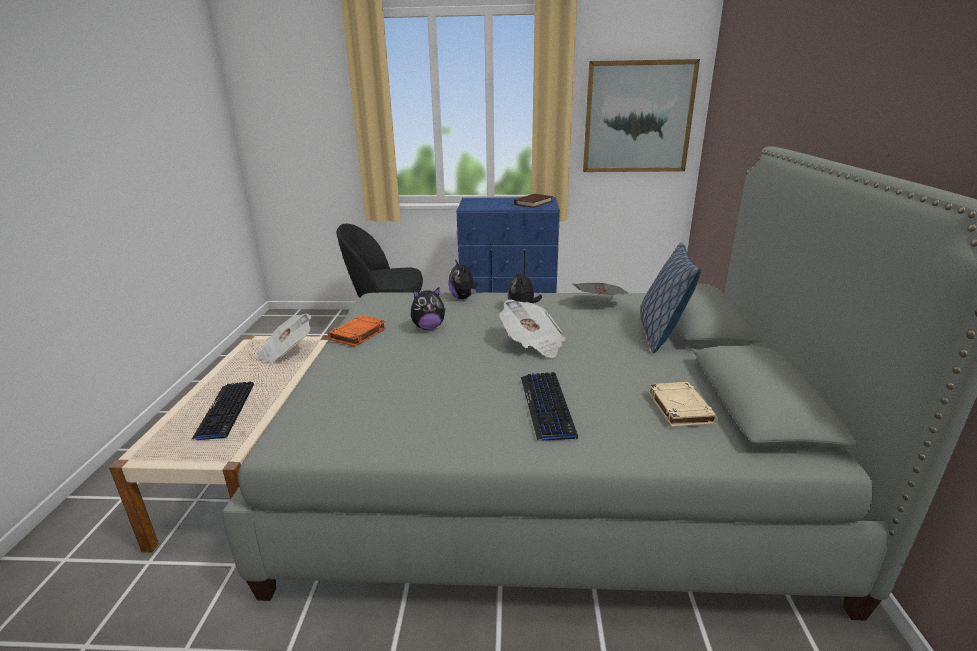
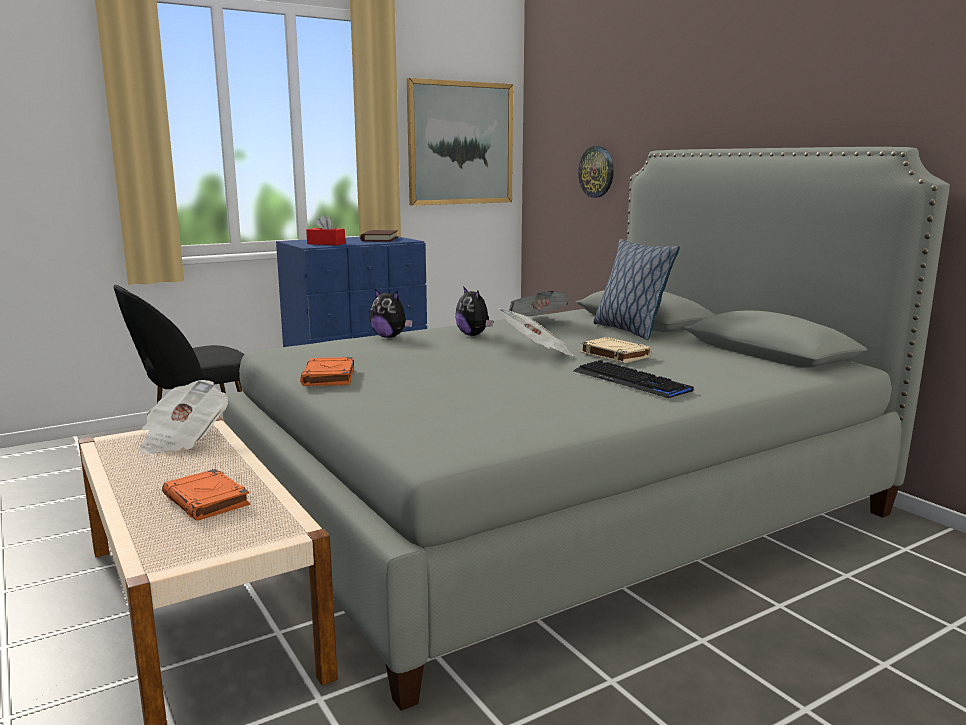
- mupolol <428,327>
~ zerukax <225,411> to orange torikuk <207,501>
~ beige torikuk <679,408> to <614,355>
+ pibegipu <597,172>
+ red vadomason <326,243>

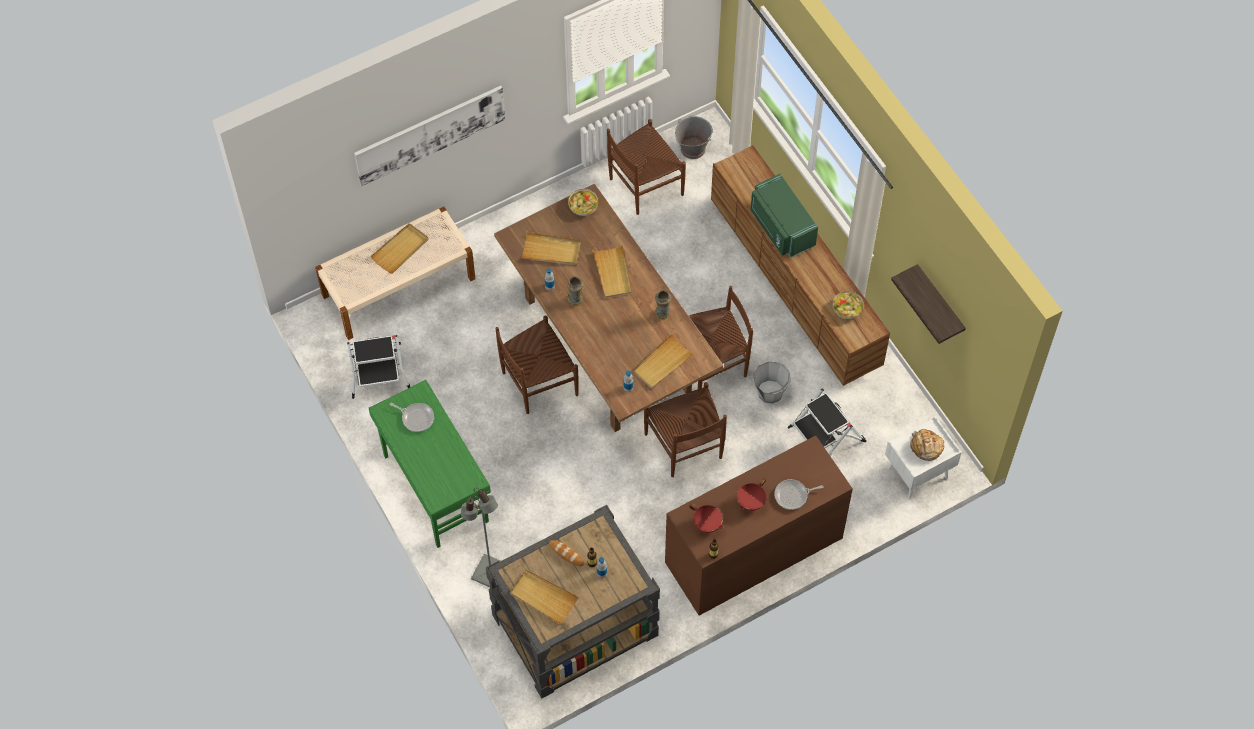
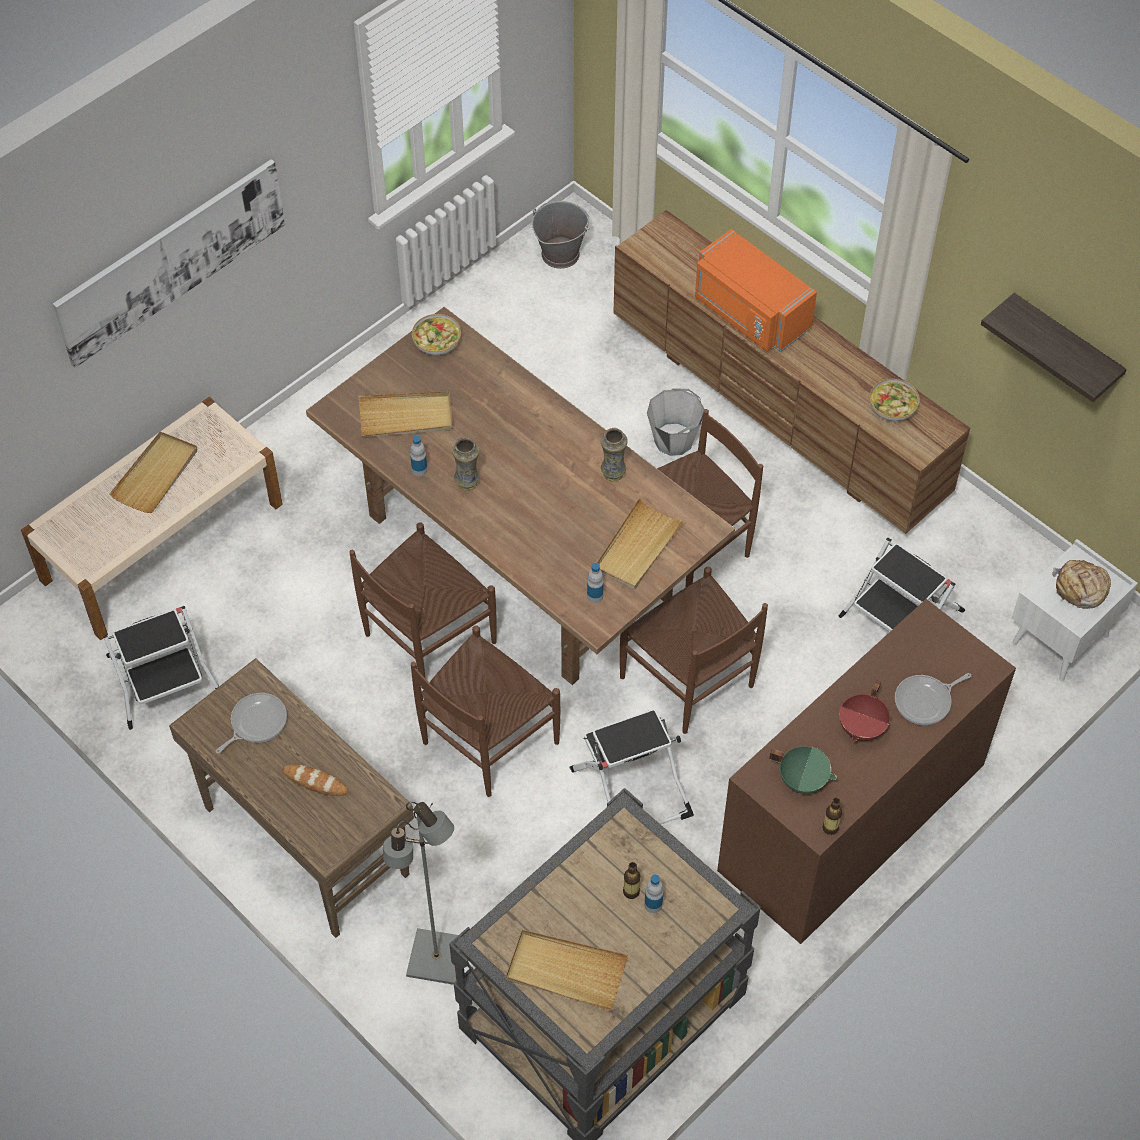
~ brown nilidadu <644,185> to <486,741>
~ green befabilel <780,227> to orange befabilel <749,314>
- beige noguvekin <613,273>
~ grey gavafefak <770,392> to <674,440>
~ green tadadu <435,488> to brown tadadu <305,841>
~ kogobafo <416,417> = <256,723> 60 degrees counterclockwise
~ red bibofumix <707,524> to green bibofumix <802,779>
~ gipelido <566,554> to <315,782>
+ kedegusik <632,787>

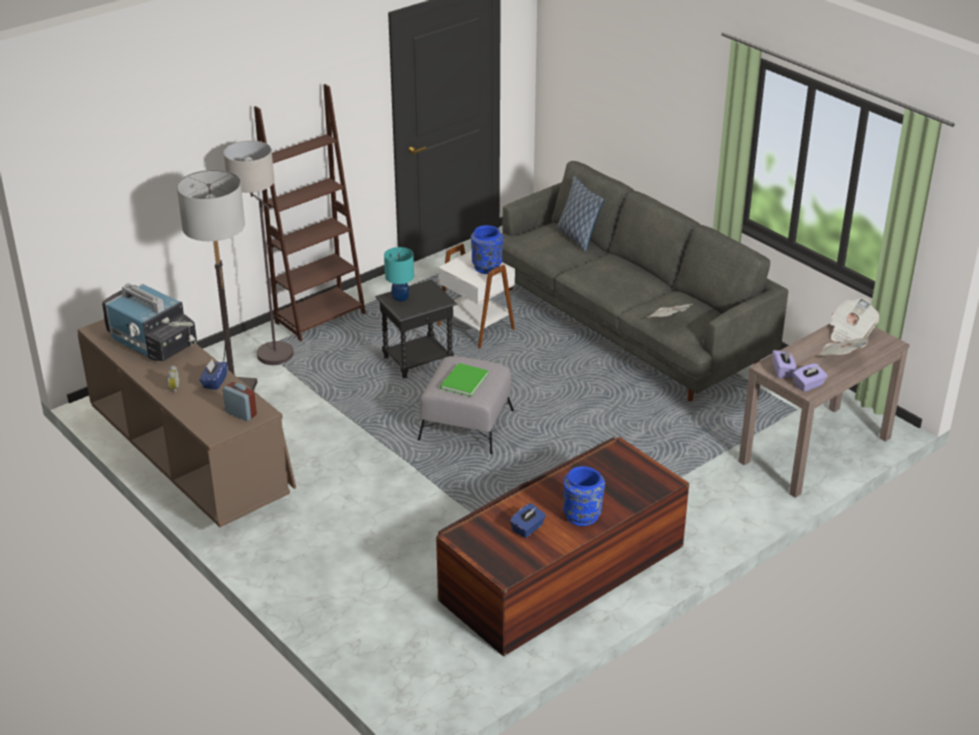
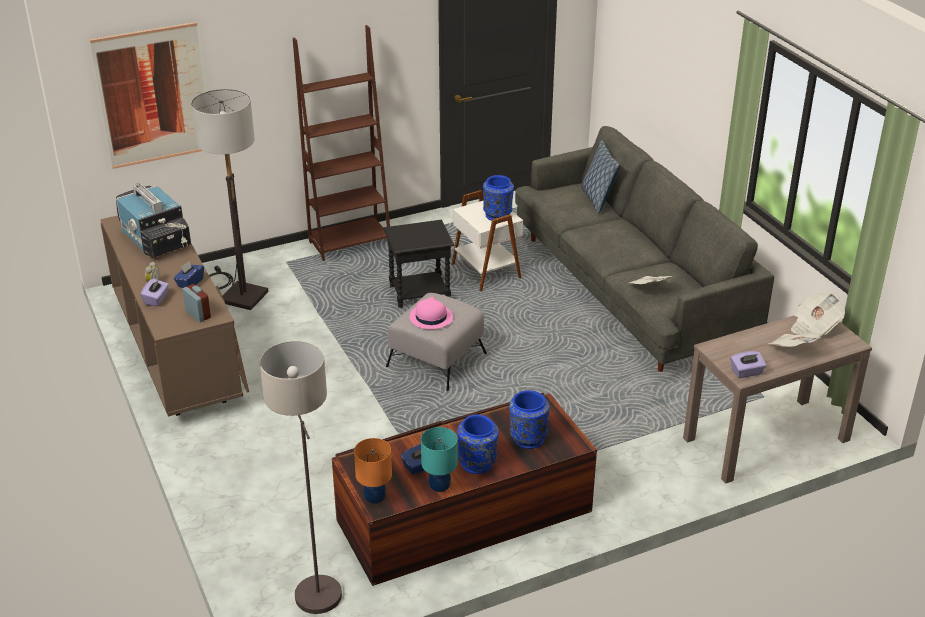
~ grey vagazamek <270,350> to <314,586>
~ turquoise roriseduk <401,298> to <440,486>
~ purple vadomason <783,371> to <156,299>
~ green torikuk <462,381> to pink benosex <430,317>
+ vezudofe <153,95>
+ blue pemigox <527,438>
+ orange roriseduk <375,498>

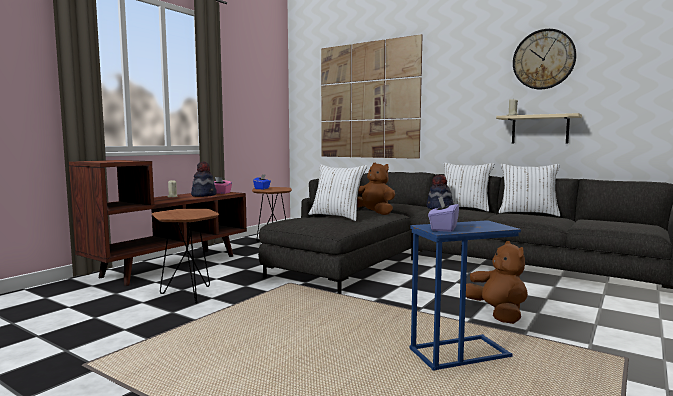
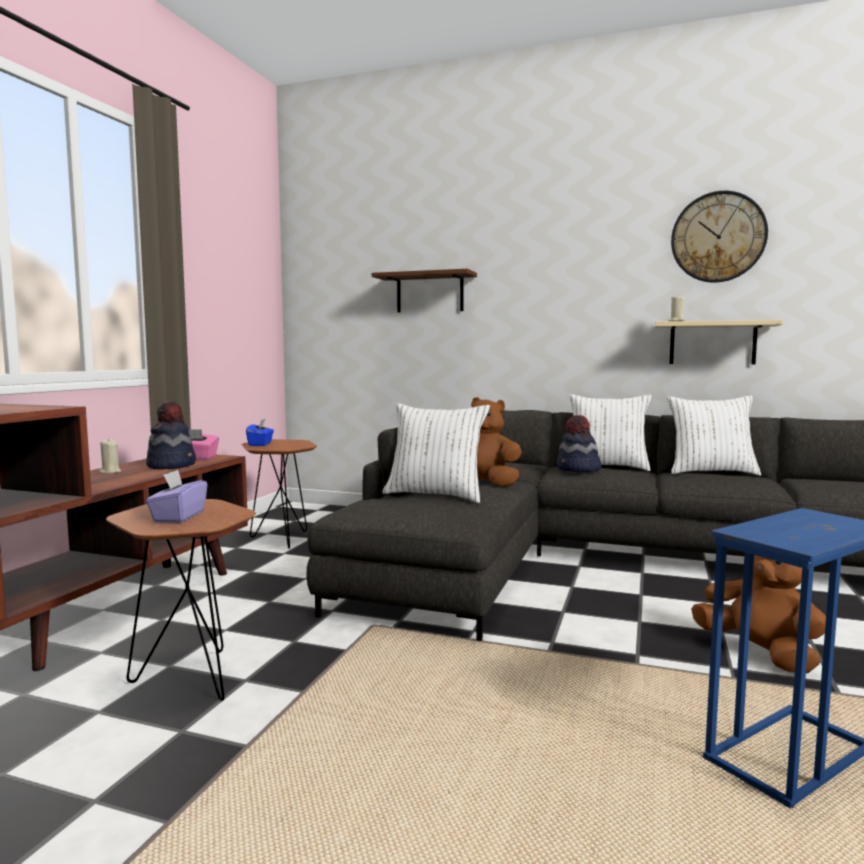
~ vezudofe <368,100> to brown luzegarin <430,293>
~ purple vadomason <443,228> to <178,517>

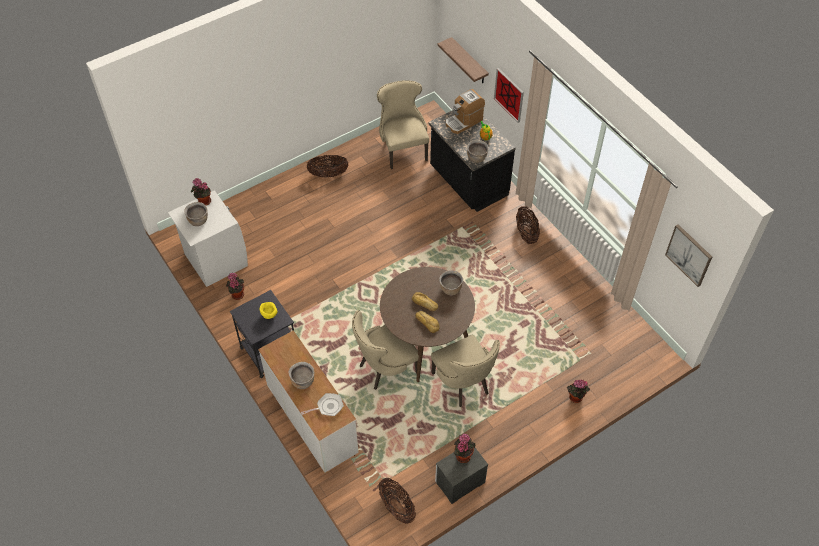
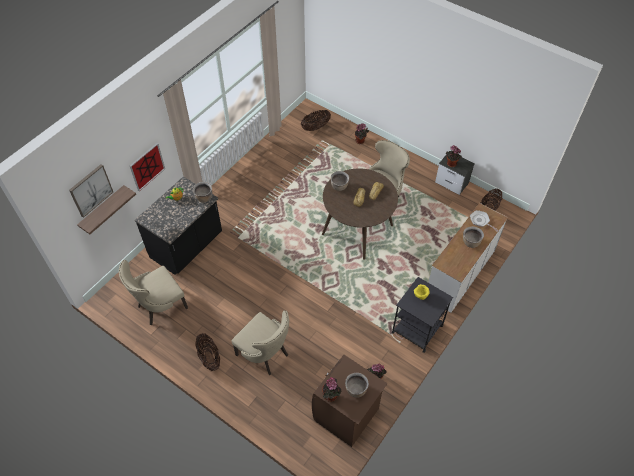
- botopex <464,121>
~ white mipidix <214,259> to brown mipidix <346,415>
~ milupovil <526,233> to <315,127>
~ vezudofe <689,255> to <91,190>
~ beige nilidadu <385,368> to <265,354>

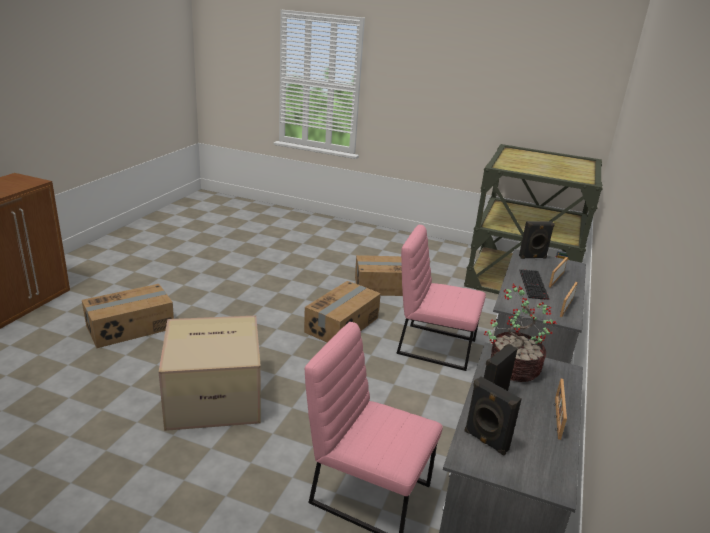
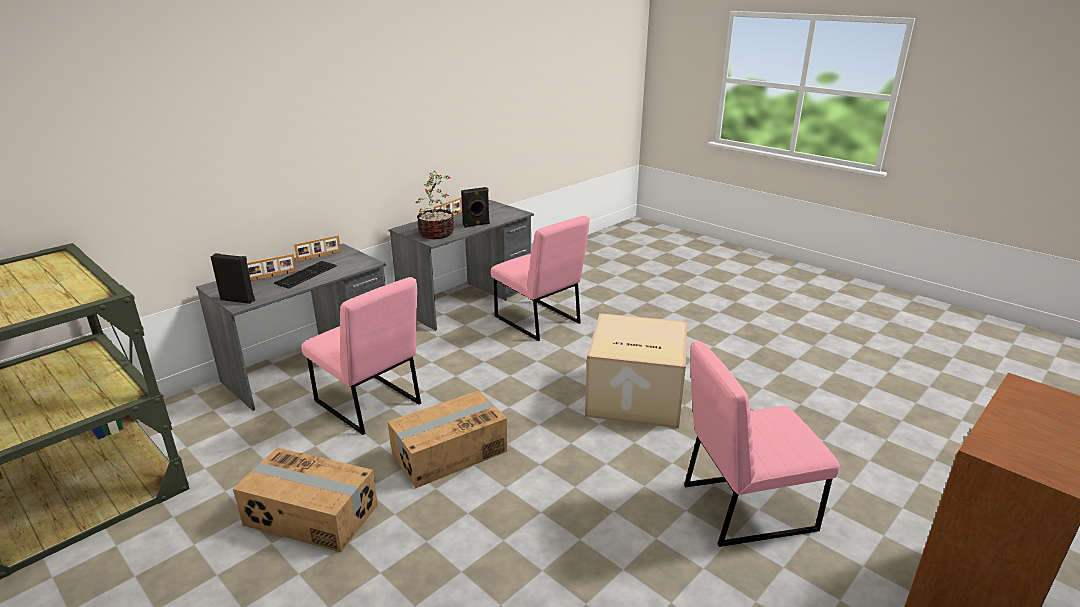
~ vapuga <131,327> to pink nilidadu <744,507>
- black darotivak <485,441>

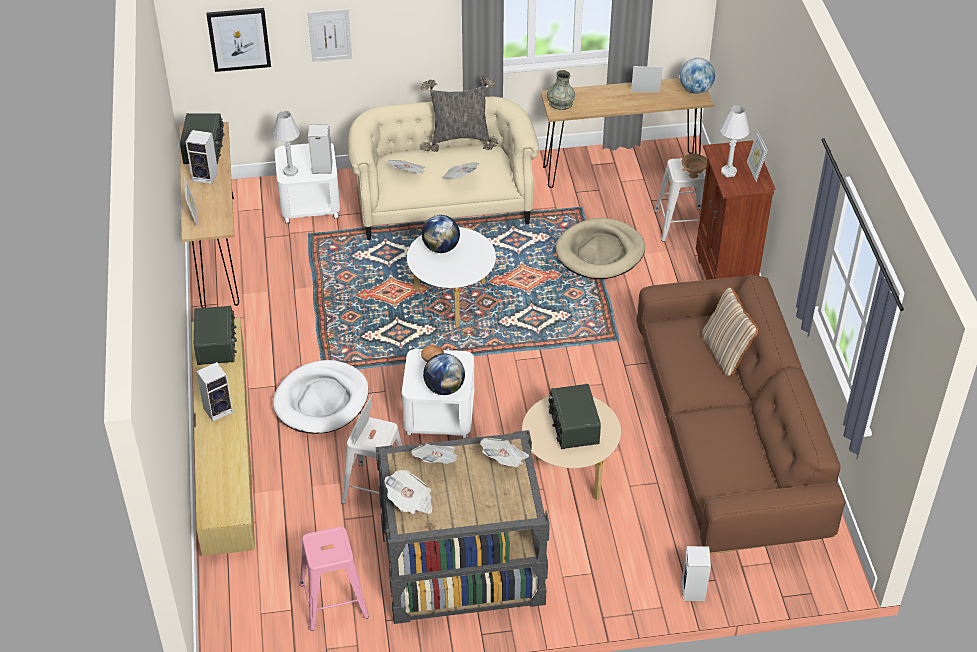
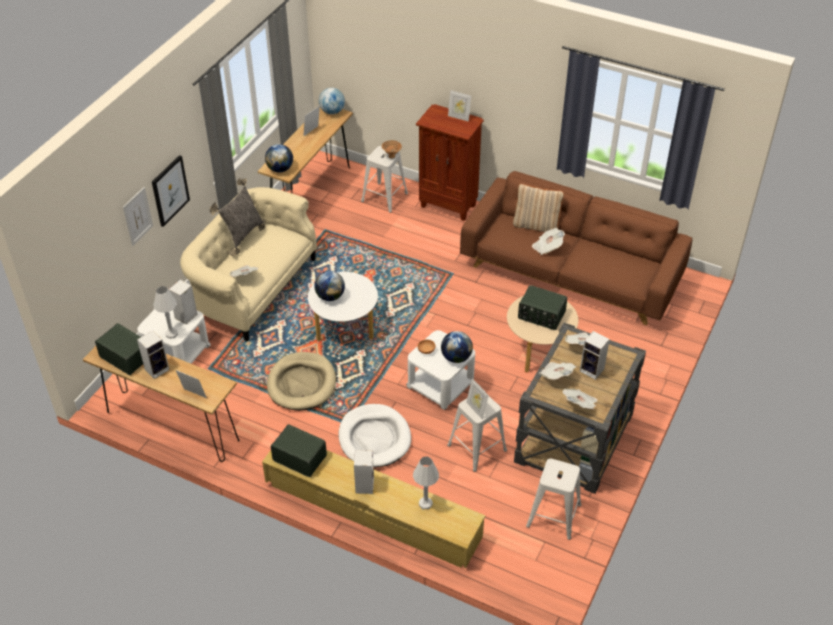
~ vezudofe <239,39> to <170,190>
~ grey pemigox <560,103> to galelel <280,169>
~ white roriseduk <728,172> to <425,504>
~ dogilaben <460,178> to <547,247>
~ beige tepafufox <600,252> to <302,384>
~ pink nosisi <333,601> to white nosisi <554,515>
~ darotivak <694,592> to <593,370>

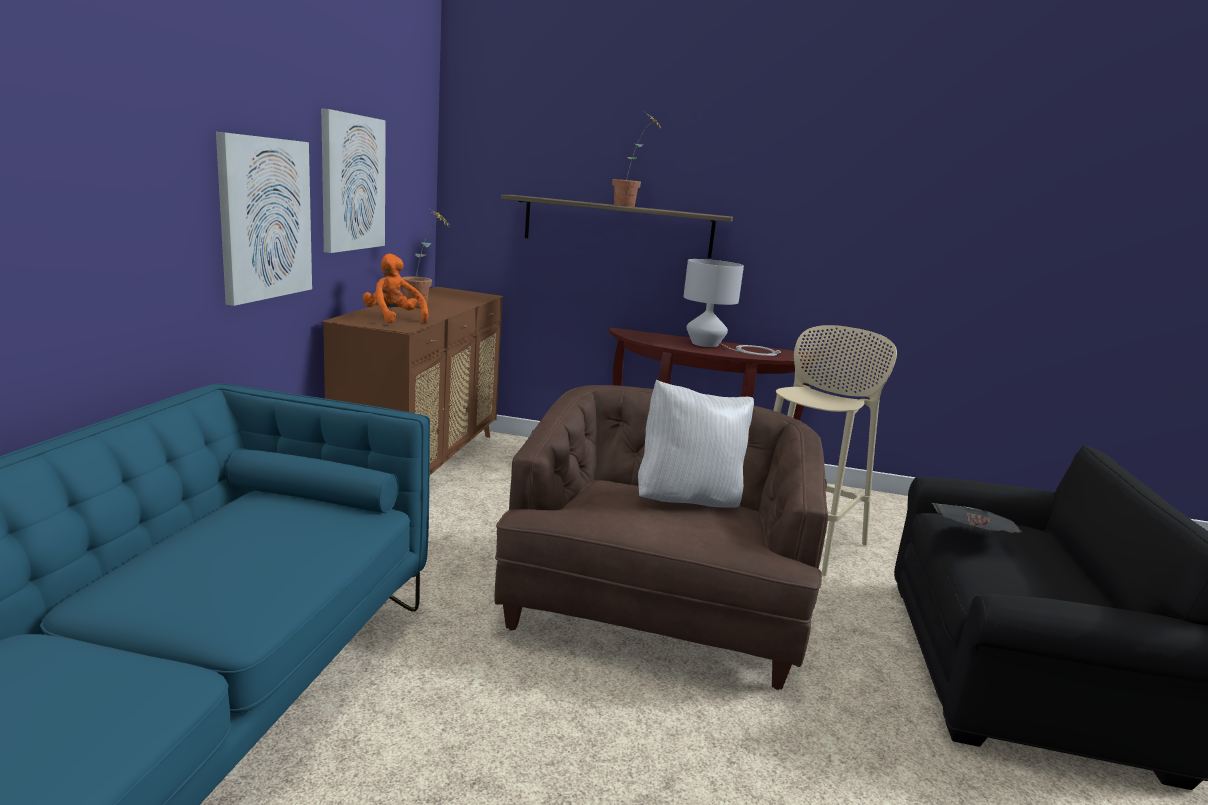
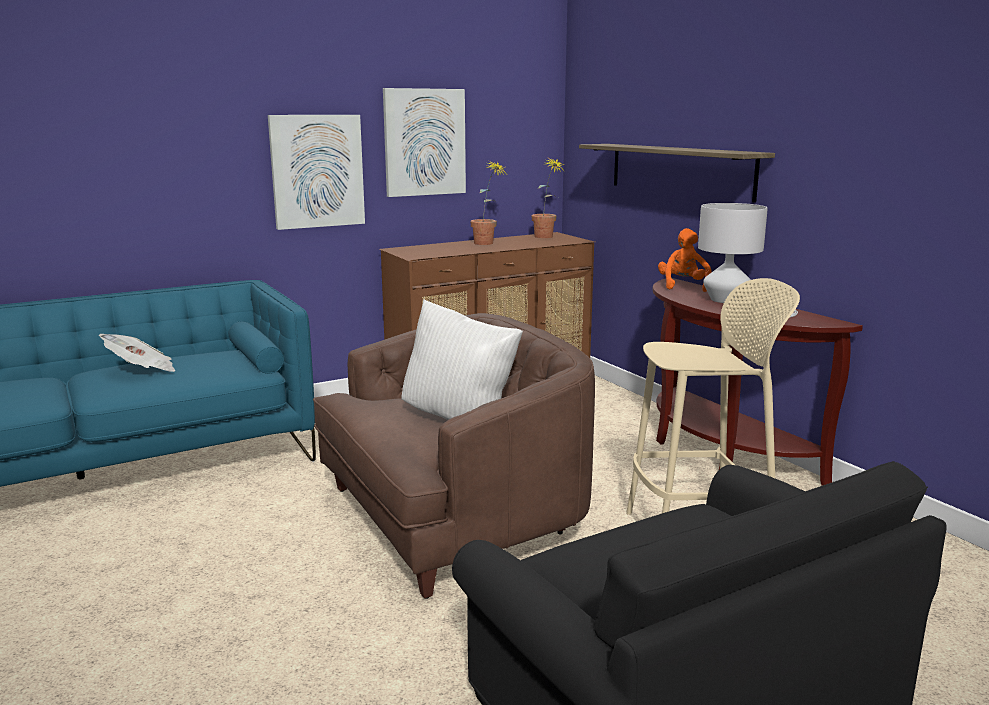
~ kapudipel <630,206> to <546,237>
~ orange mupolol <393,318> to <683,286>
~ dogilaben <970,539> to <142,370>

